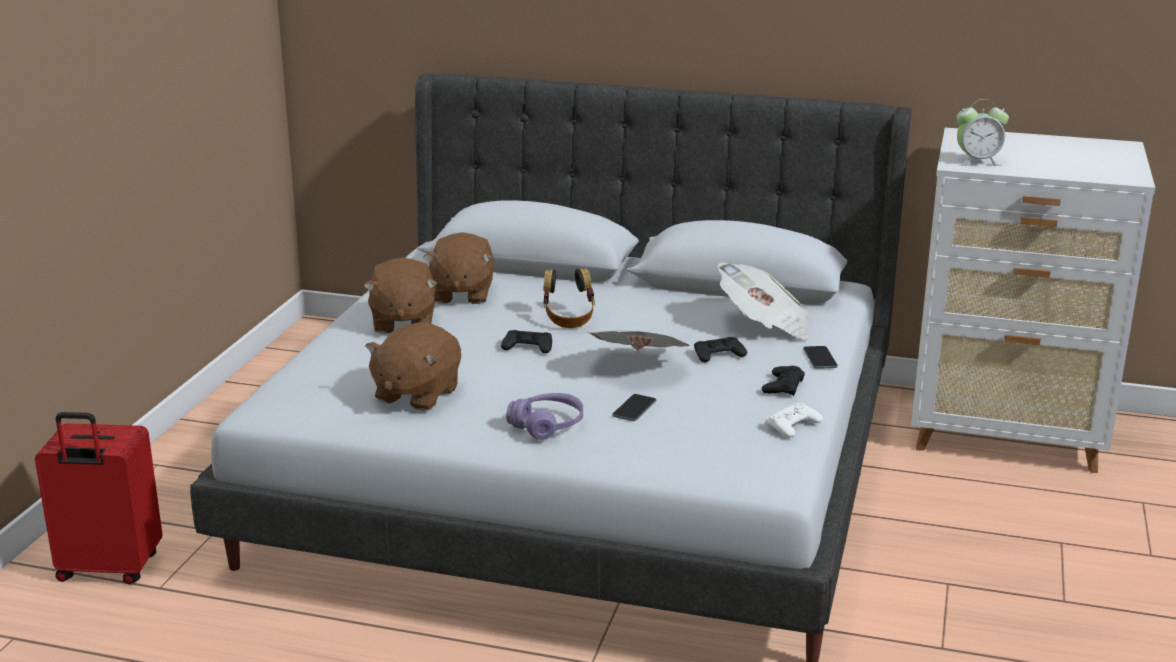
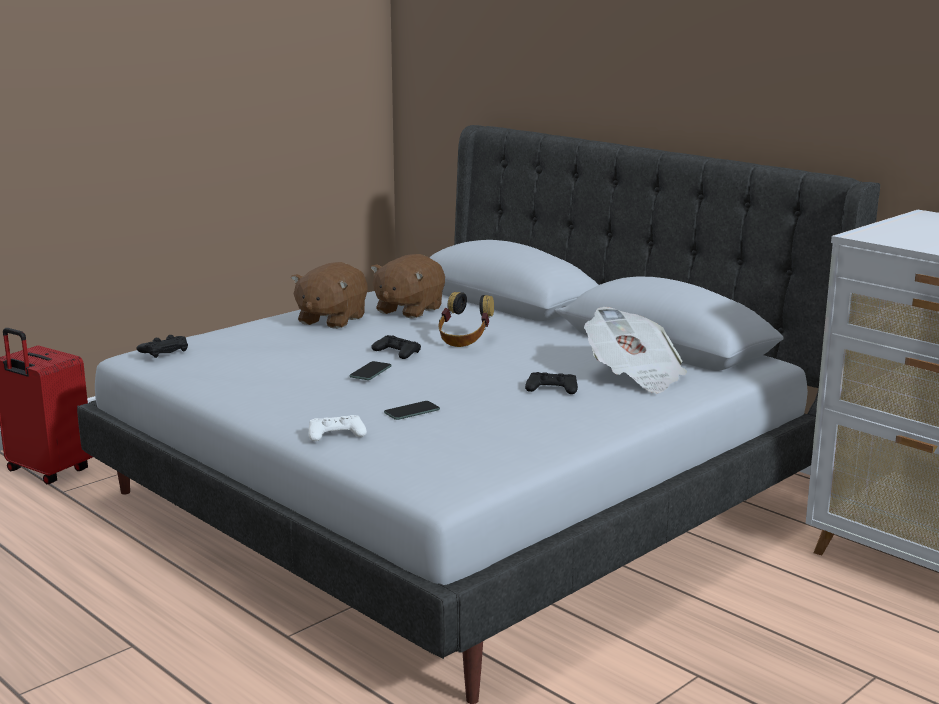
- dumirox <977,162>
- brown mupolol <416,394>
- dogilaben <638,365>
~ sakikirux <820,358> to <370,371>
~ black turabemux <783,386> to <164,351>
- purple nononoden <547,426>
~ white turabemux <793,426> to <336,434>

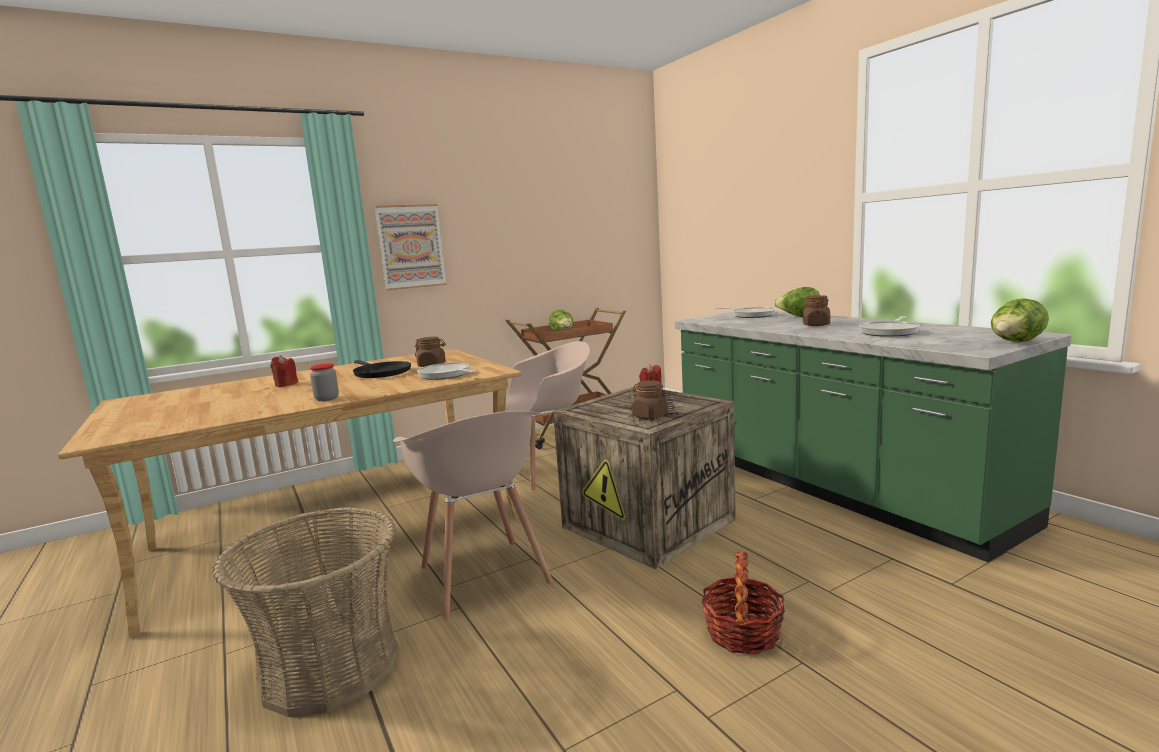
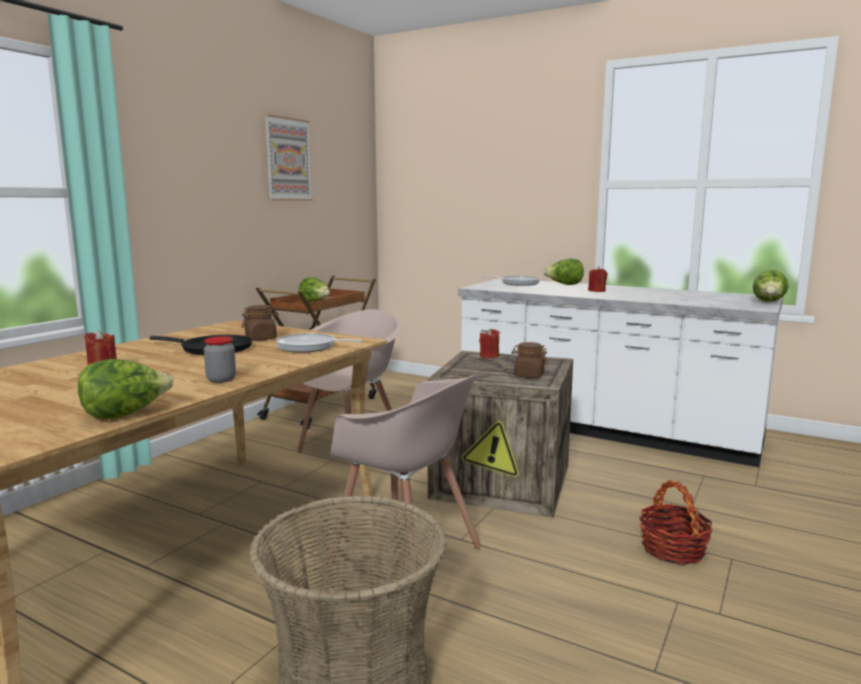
~ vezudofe <411,246> to <288,159>
~ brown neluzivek <816,325> to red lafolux <596,291>
~ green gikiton <831,485> to white gikiton <605,428>
- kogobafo <889,332>
+ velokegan <125,414>

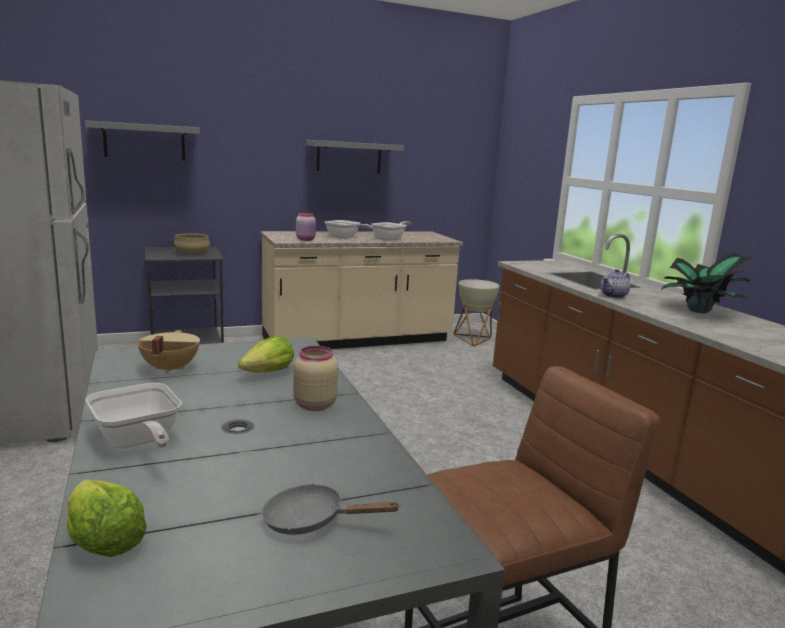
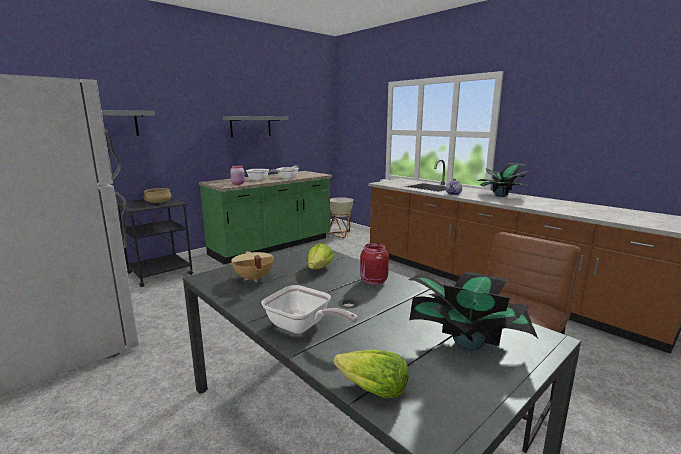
~ beige gikiton <357,340> to green gikiton <273,246>
~ beige neluzivek <313,405> to red neluzivek <373,281>
~ grey kogobafo <311,521> to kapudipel <466,344>

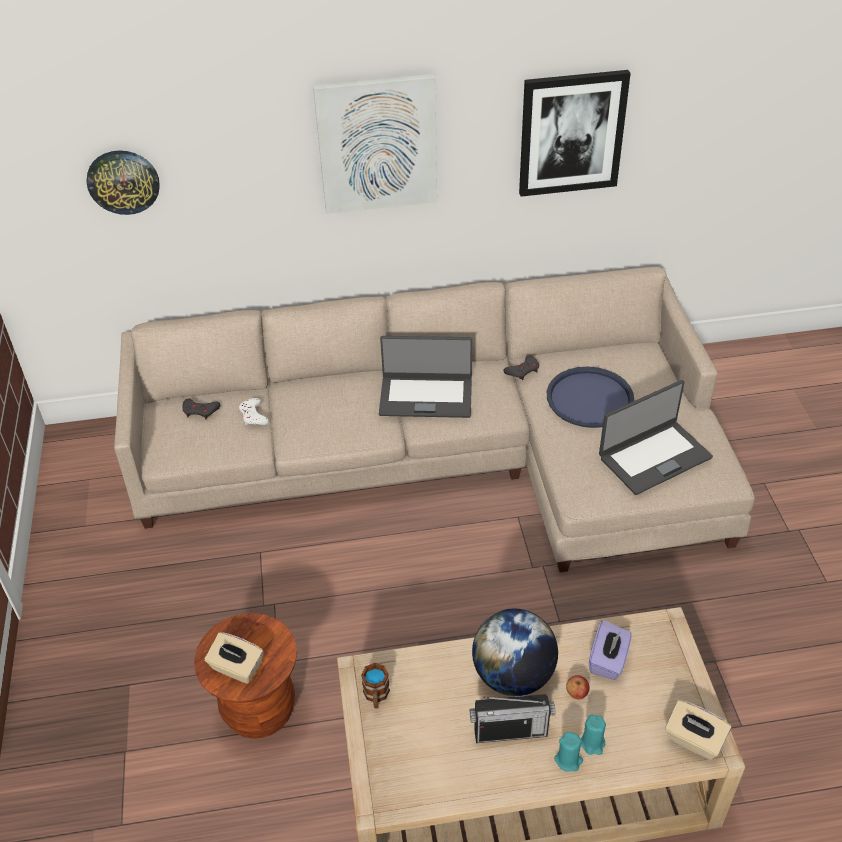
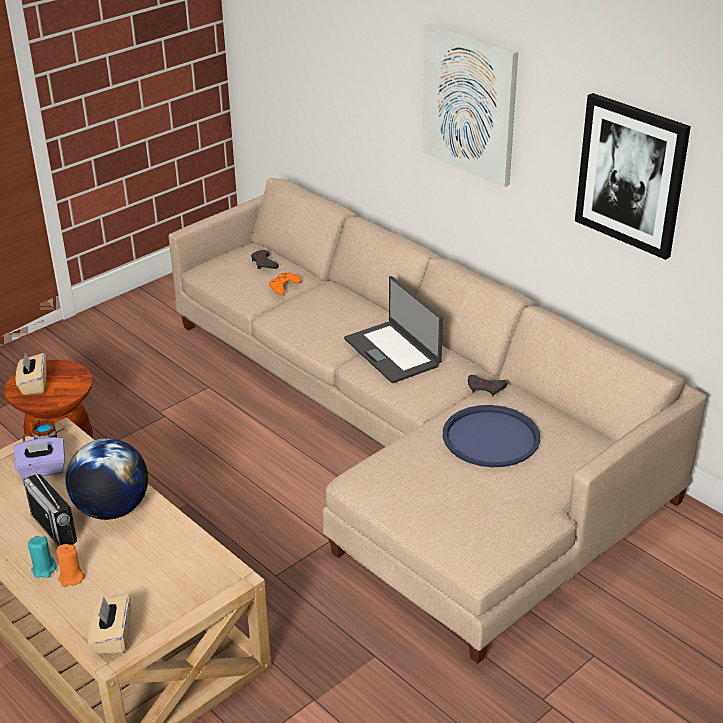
- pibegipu <123,181>
- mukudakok <654,457>
~ white turabemux <253,415> to orange turabemux <283,286>
~ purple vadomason <608,660> to <42,470>
- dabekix <576,693>
~ turquoise lafolux <592,743> to orange lafolux <71,578>

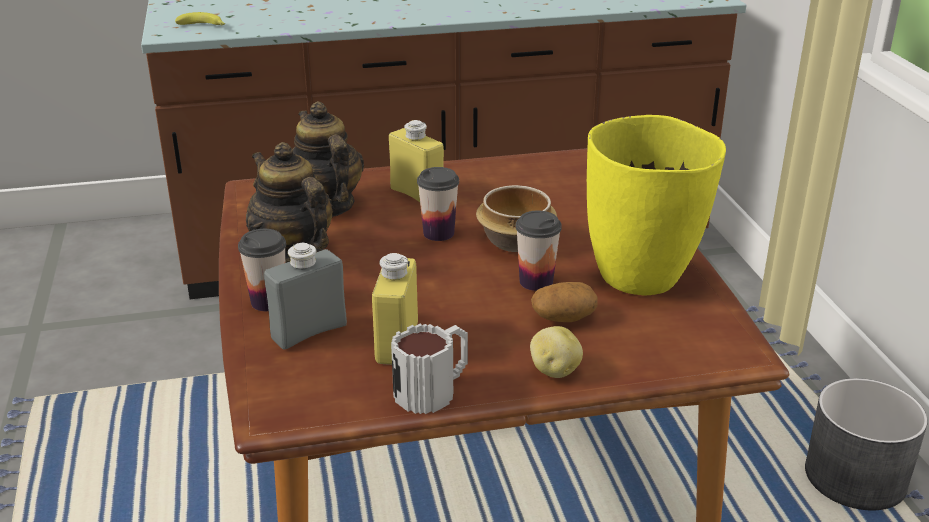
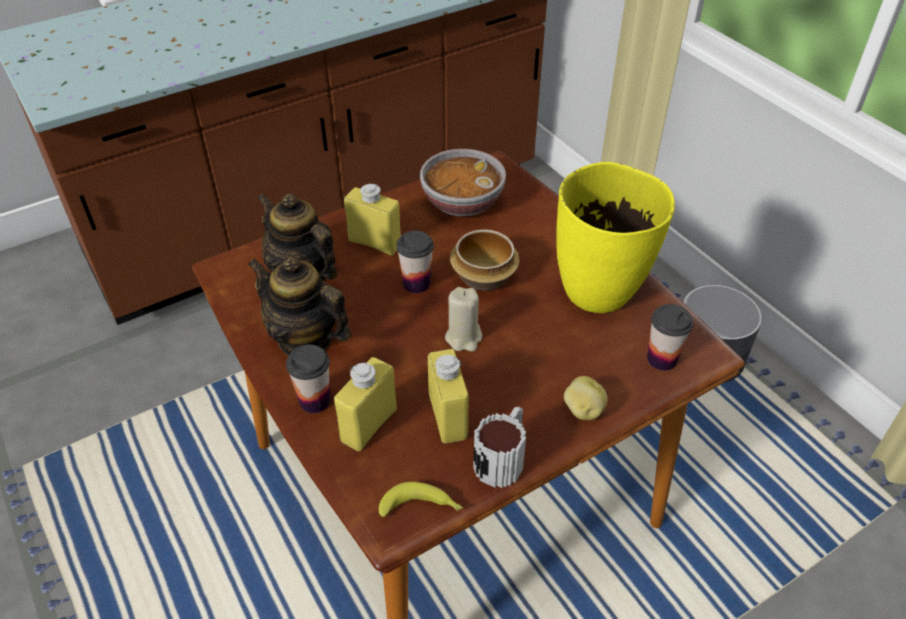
~ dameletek <204,26> to <422,508>
~ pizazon <536,282> to <661,359>
~ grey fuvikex <309,332> to yellow fuvikex <369,425>
- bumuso <563,318>
+ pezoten <461,202>
+ beige lafolux <464,338>

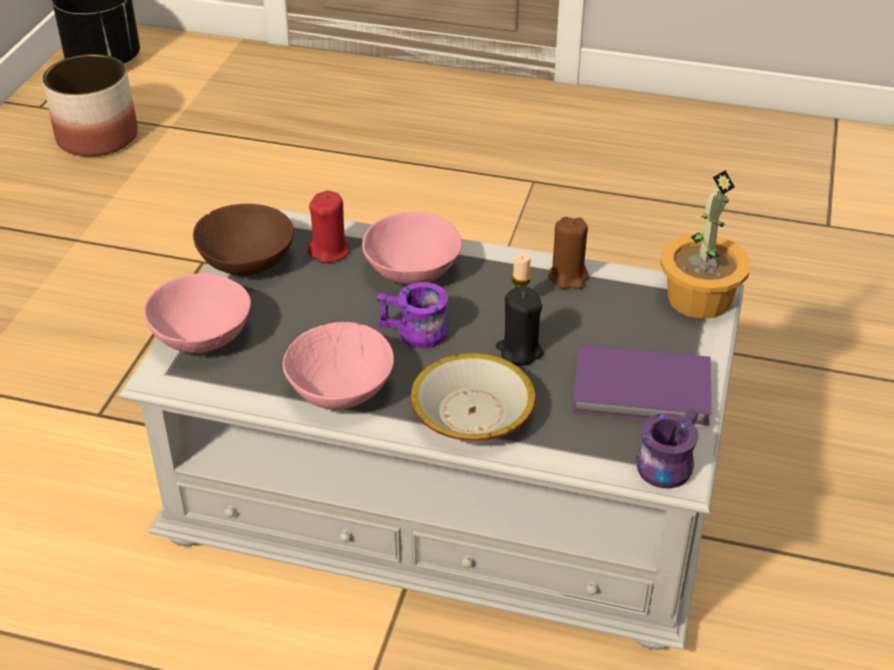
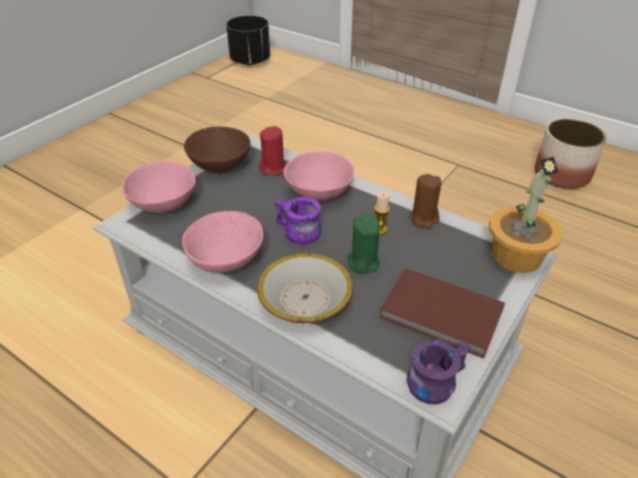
~ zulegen <98,137> to <562,175>
~ black lafolux <519,351> to green lafolux <363,262>
~ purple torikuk <643,391> to brown torikuk <441,316>

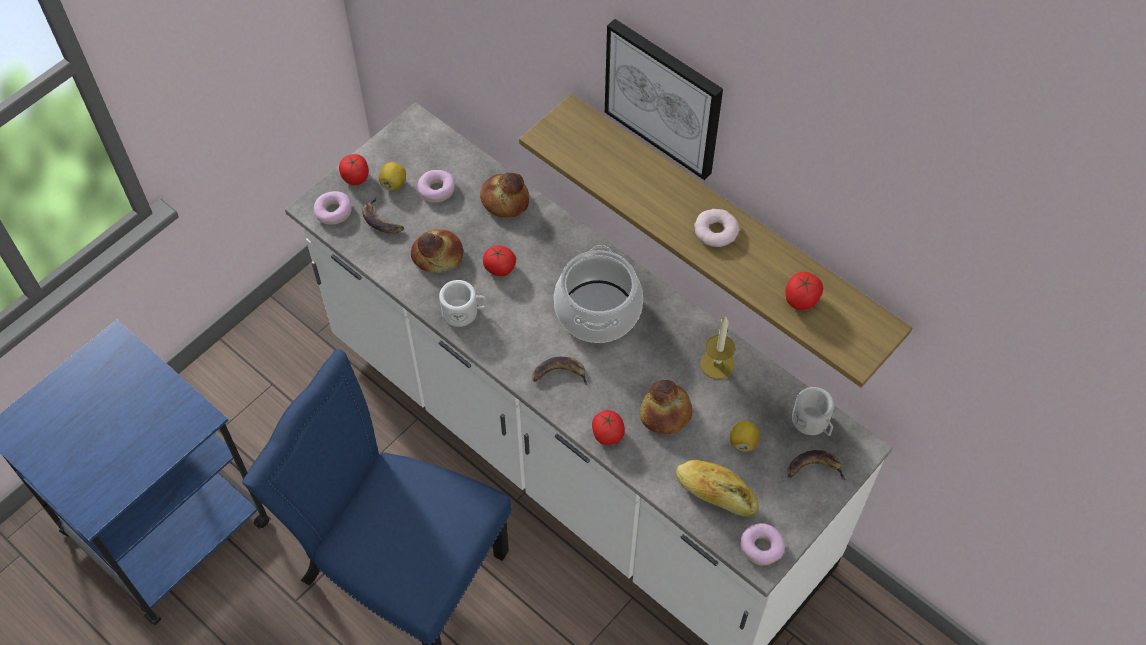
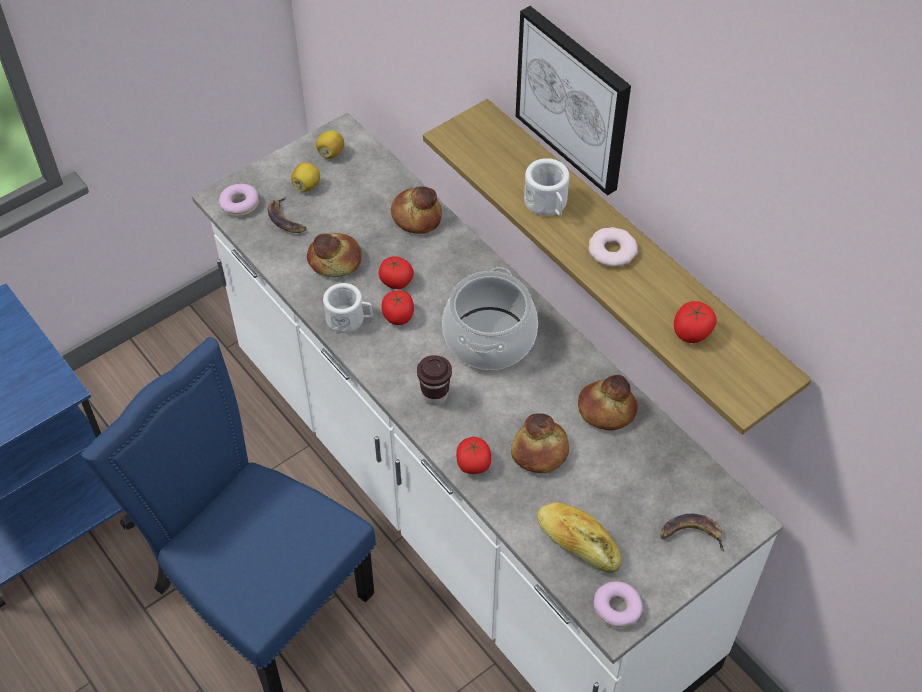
~ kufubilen <355,177> to <398,316>
- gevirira <436,190>
~ lafolux <717,364> to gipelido <606,410>
~ dameletek <559,374> to brown pizazon <435,395>
~ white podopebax <813,422> to <547,204>
~ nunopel <743,442> to <331,153>

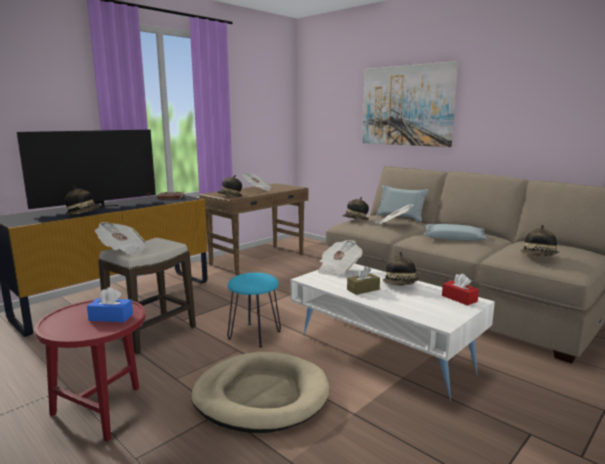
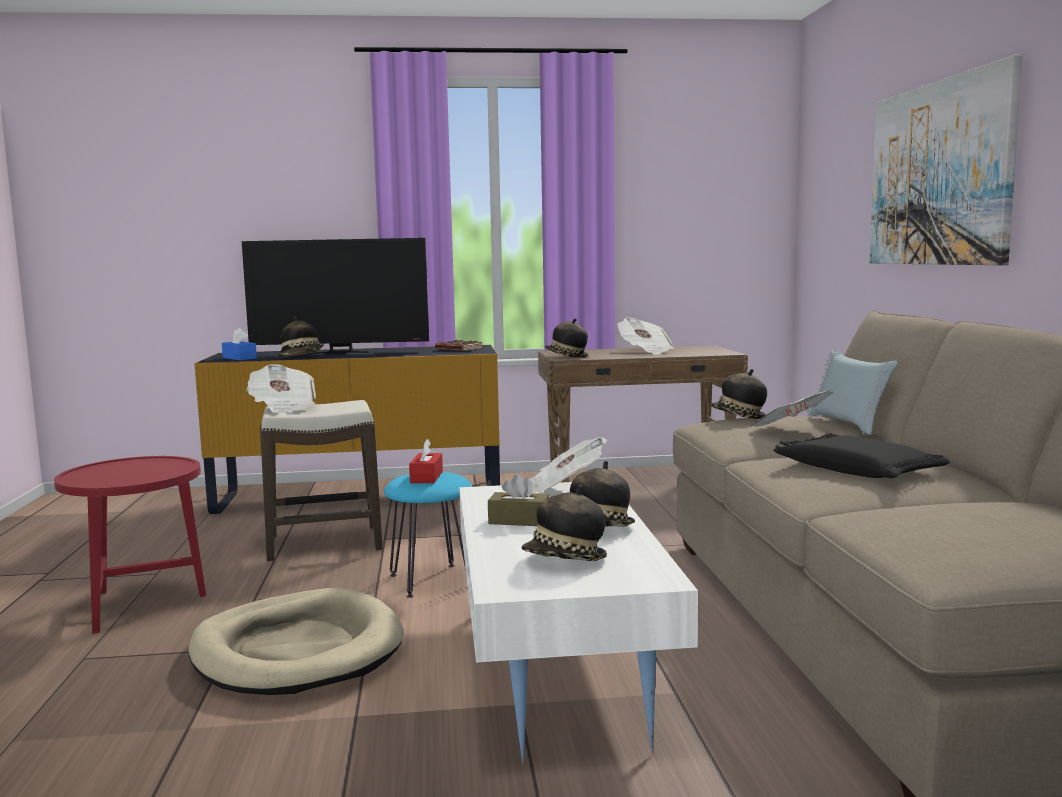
~ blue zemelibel <453,237> to black zemelibel <857,468>
~ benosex <539,257> to <565,560>
~ red vadomason <459,298> to <426,477>
~ blue vadomason <111,317> to <239,358>

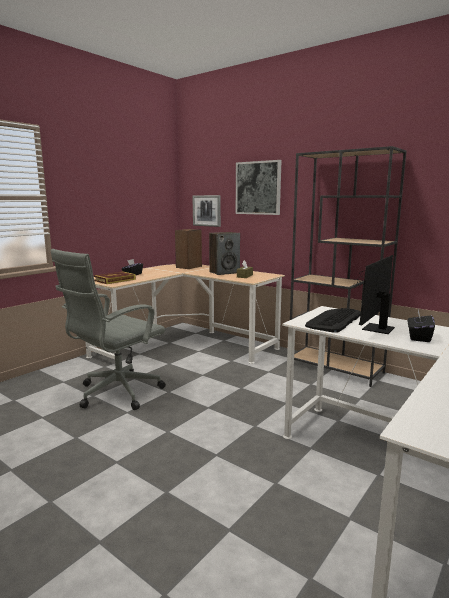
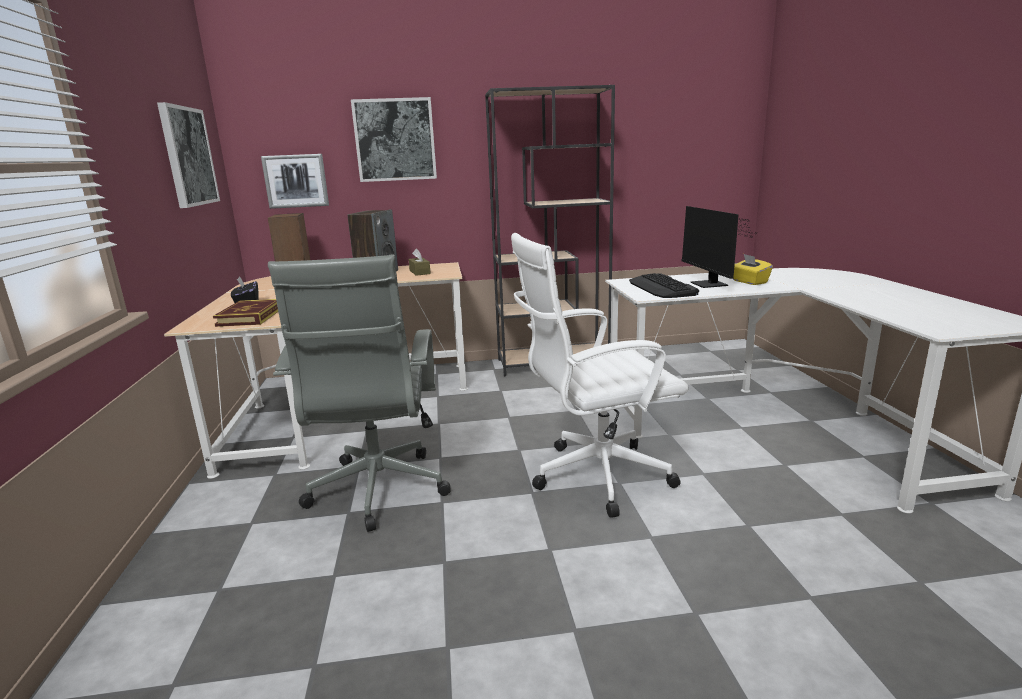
~ black vadomason <418,337> to yellow vadomason <749,282>
+ vezudofe <188,156>
+ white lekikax <595,477>

